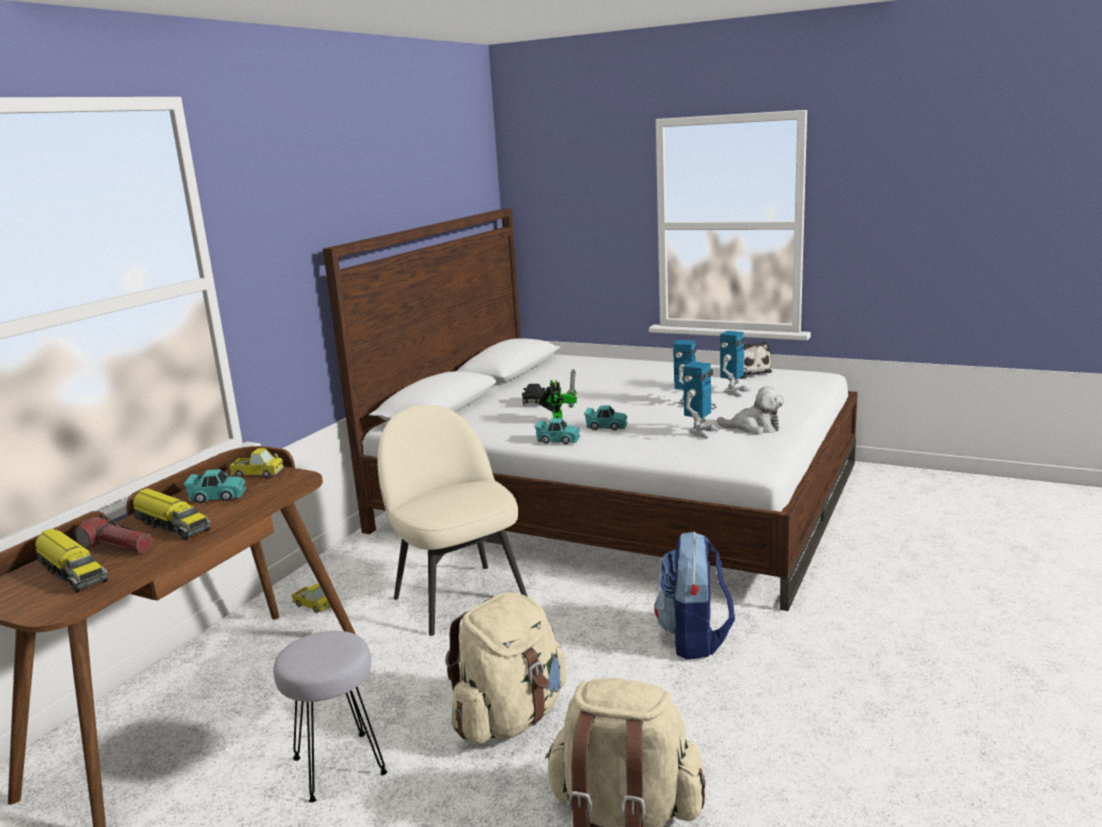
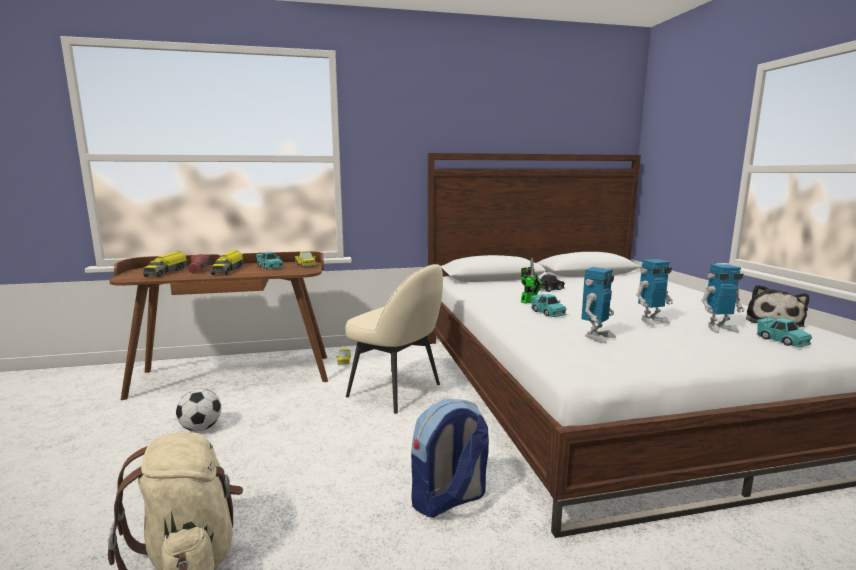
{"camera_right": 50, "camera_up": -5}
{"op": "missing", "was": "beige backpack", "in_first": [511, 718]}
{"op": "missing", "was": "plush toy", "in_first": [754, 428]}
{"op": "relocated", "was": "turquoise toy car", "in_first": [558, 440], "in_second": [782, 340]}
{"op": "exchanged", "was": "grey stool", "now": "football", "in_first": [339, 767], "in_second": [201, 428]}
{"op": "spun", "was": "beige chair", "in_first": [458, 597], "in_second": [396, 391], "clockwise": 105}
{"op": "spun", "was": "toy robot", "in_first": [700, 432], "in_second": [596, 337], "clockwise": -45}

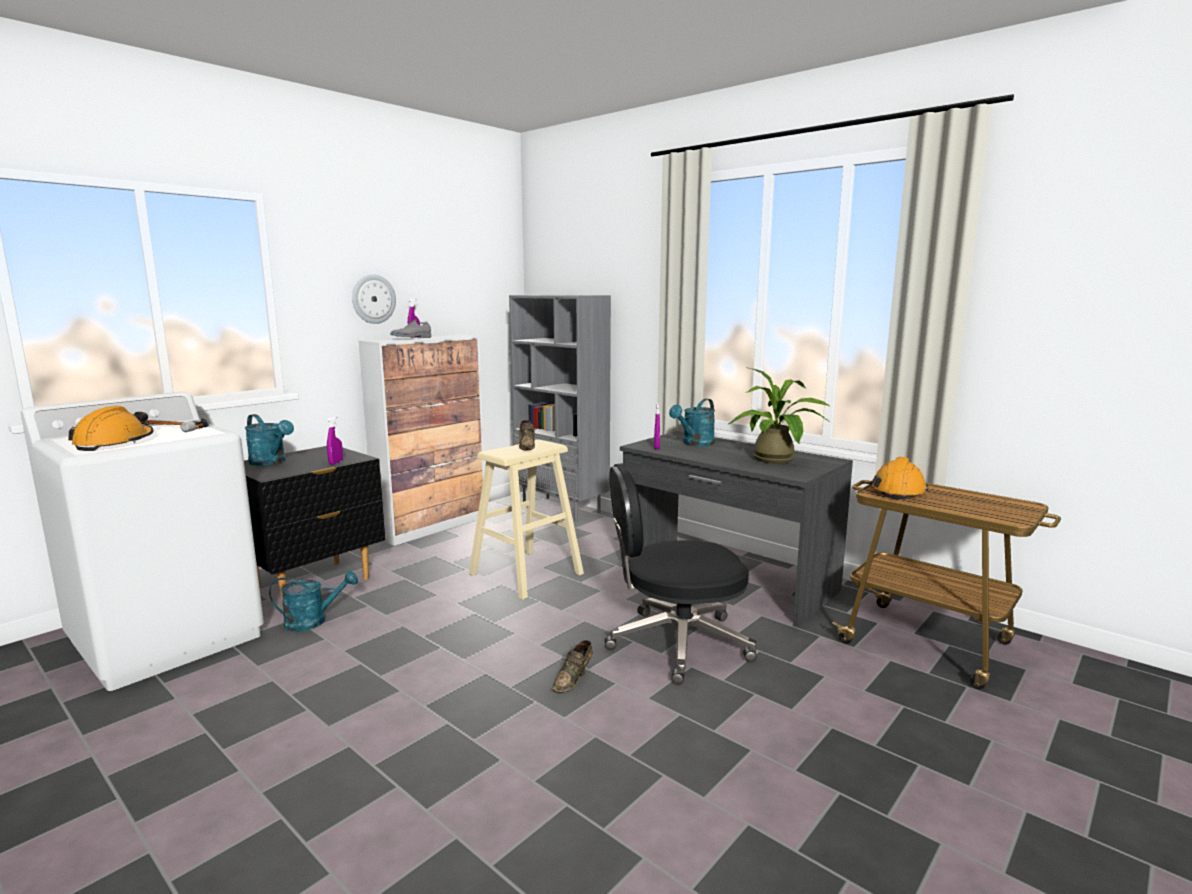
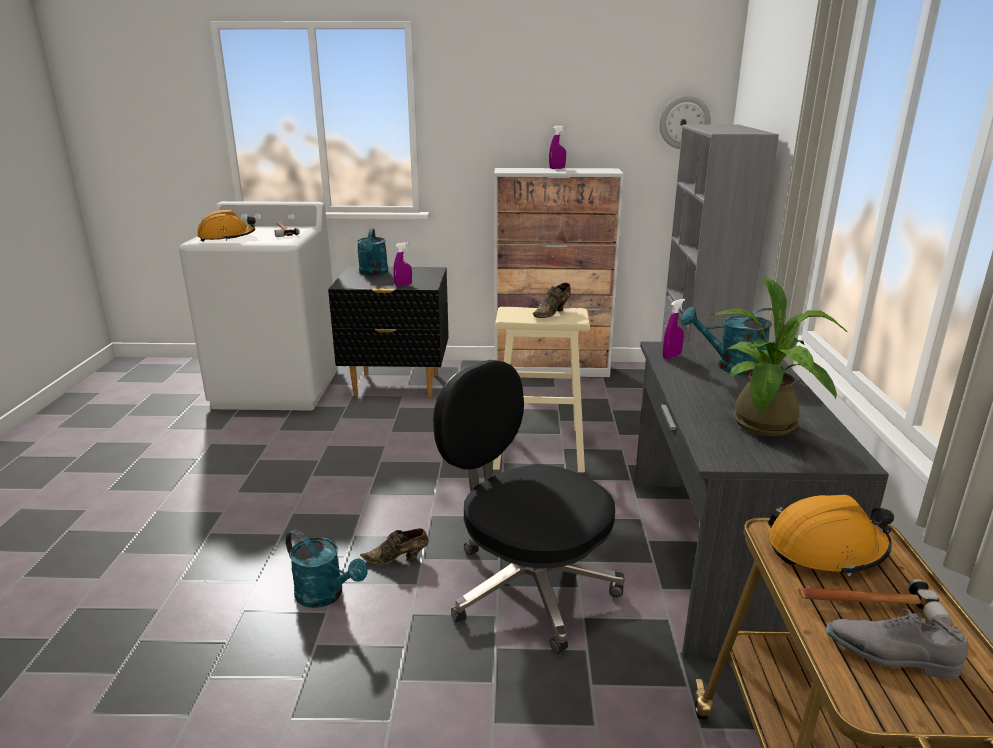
{"camera_right": 50, "camera_up": 10}
{"op": "appeared", "now": "hammer", "in_second": [867, 606]}
{"op": "relocated", "was": "turquoise watering can", "in_first": [313, 621], "in_second": [326, 595]}
{"op": "relocated", "was": "wall clock", "in_first": [373, 299], "in_second": [684, 122]}
{"op": "relocated", "was": "grey shoe", "in_first": [411, 338], "in_second": [890, 656]}

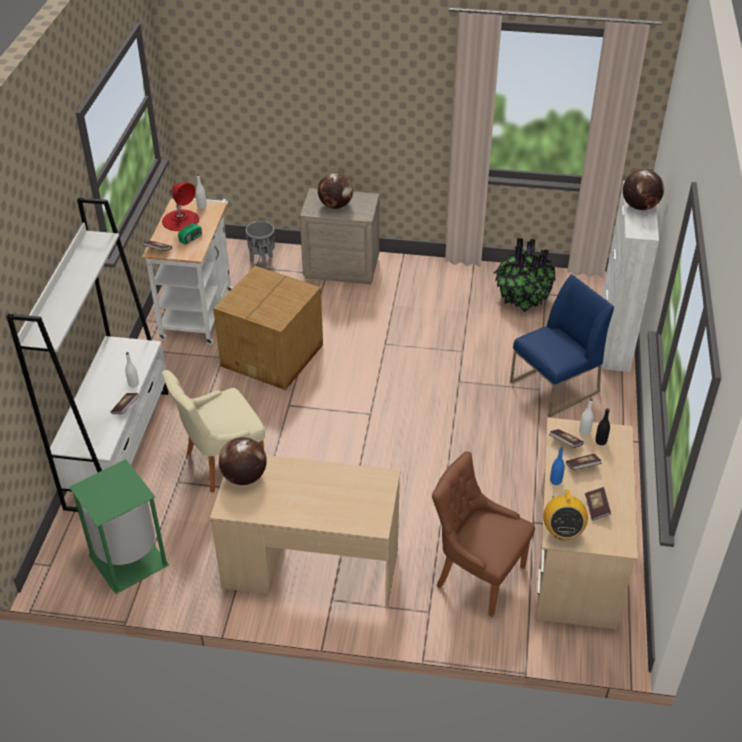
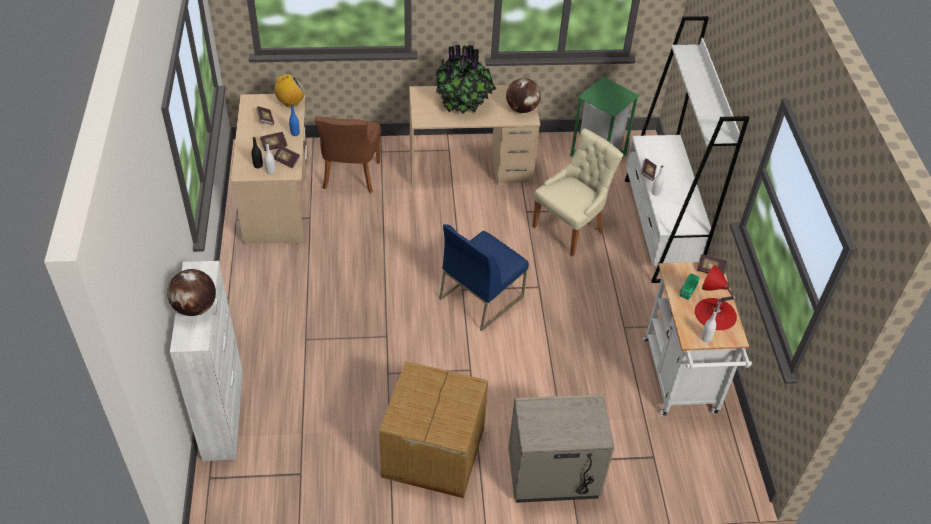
{"camera_right": 165, "camera_up": 5}
{"op": "missing", "was": "grey planter", "in_first": [263, 261]}
{"op": "missing", "was": "globe", "in_first": [335, 205]}
{"op": "relocated", "was": "cardboard box", "in_first": [274, 355], "in_second": [431, 453]}
{"op": "relocated", "was": "potted plant", "in_first": [522, 298], "in_second": [463, 103]}
{"op": "relocated", "was": "blue chair", "in_first": [554, 387], "in_second": [481, 297]}
{"op": "spun", "was": "brown chair", "in_first": [477, 575], "in_second": [350, 177], "clockwise": 75}
{"op": "spun", "was": "radio", "in_first": [562, 531], "in_second": [291, 103], "clockwise": 75}

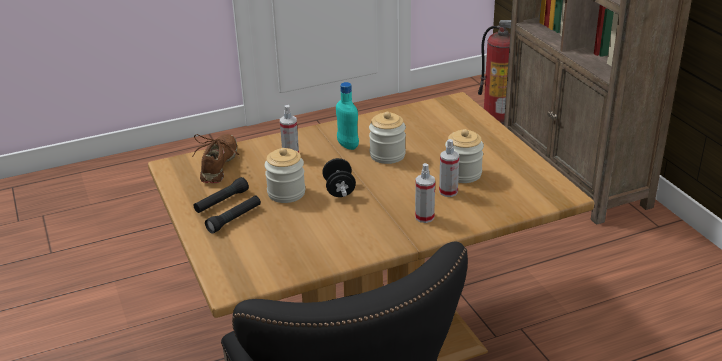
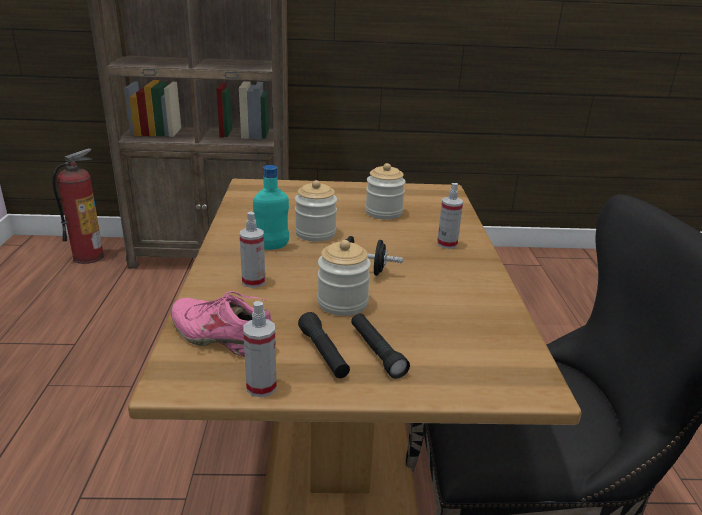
{"camera_right": -70, "camera_up": -5}
{"op": "relocated", "was": "spray bottle", "in_first": [448, 192], "in_second": [261, 387]}
{"op": "colour", "was": "brown shoe", "now": "pink shoe", "in_first": [219, 165], "in_second": [223, 336]}

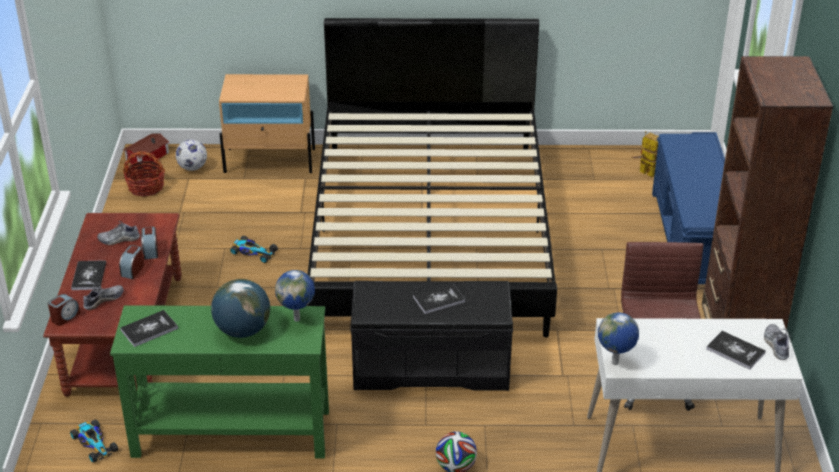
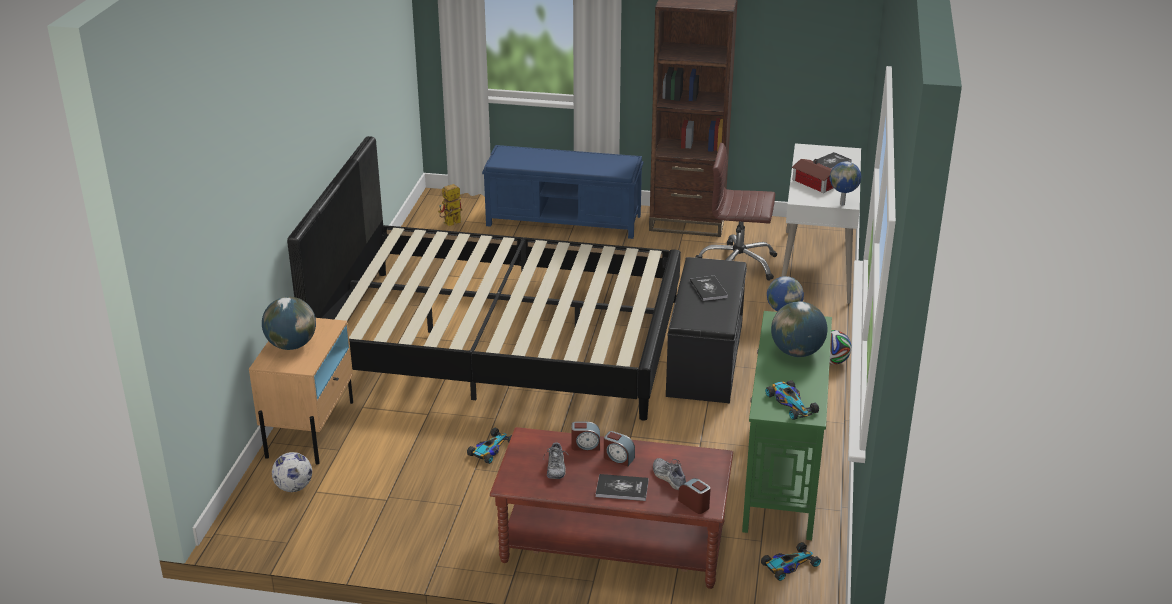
{"camera_right": -80, "camera_up": -5}
{"op": "missing", "was": "basket", "in_first": [146, 187]}
{"op": "missing", "was": "shoe", "in_first": [776, 345]}
{"op": "appeared", "now": "globe", "in_second": [291, 345]}
{"op": "relocated", "was": "toy house", "in_first": [146, 157], "in_second": [815, 183]}
{"op": "exchanged", "was": "book", "now": "toy car", "in_first": [149, 329], "in_second": [790, 403]}

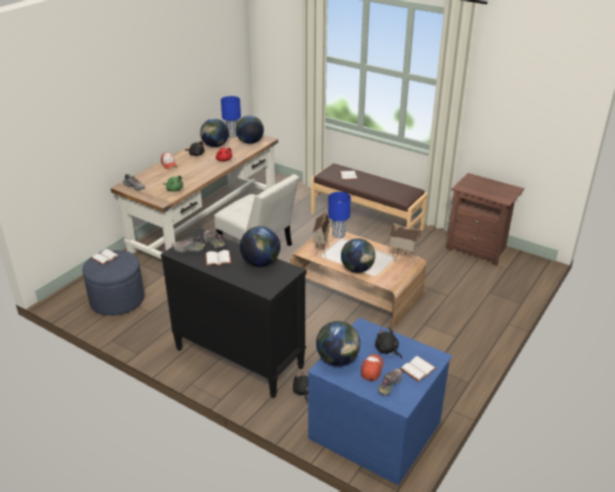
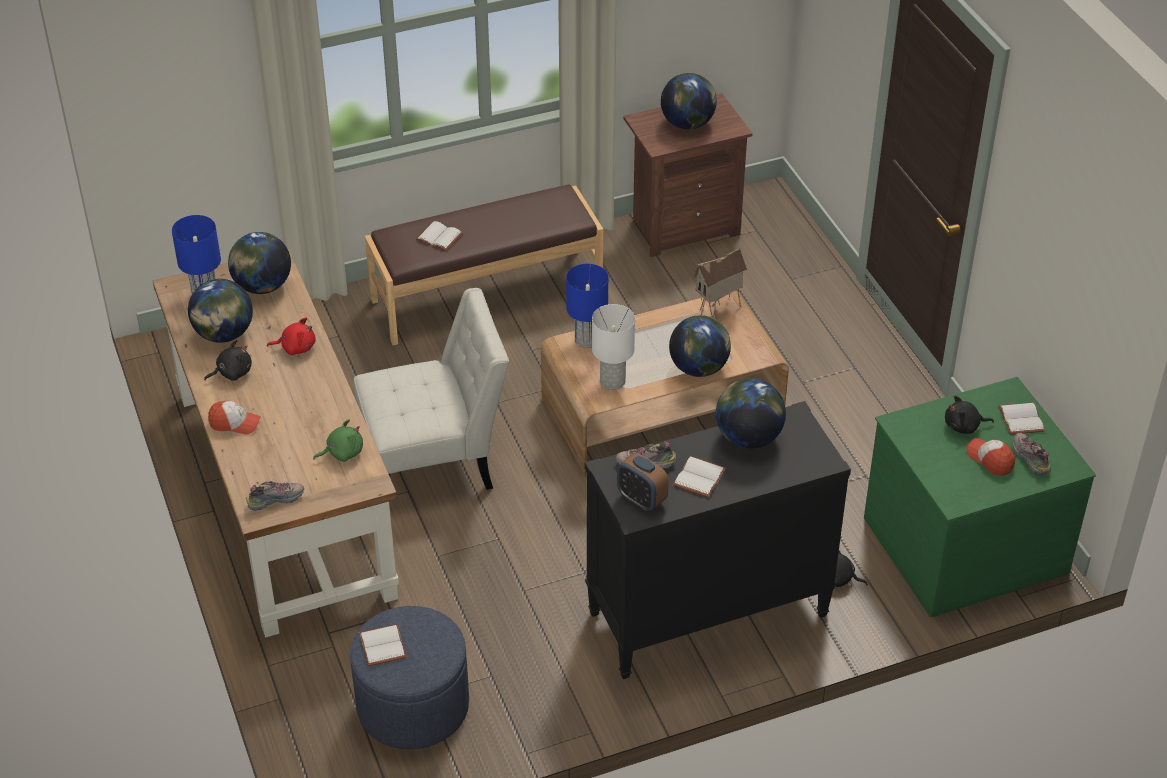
{"camera_right": -55, "camera_up": 10}
{"op": "relocated", "was": "globe", "in_first": [338, 359], "in_second": [688, 123]}
{"op": "exchanged", "was": "shoe", "now": "alarm clock", "in_first": [188, 249], "in_second": [641, 499]}
{"op": "exchanged", "was": "toy house", "now": "white table lamp", "in_first": [320, 250], "in_second": [611, 381]}
{"op": "colour", "was": "blue dresser", "now": "green dresser", "in_first": [376, 429], "in_second": [963, 543]}

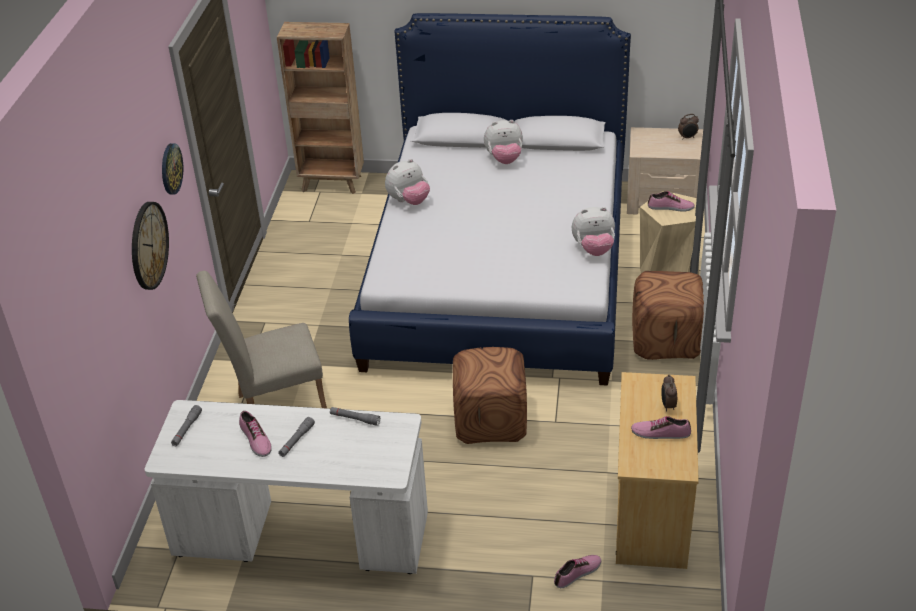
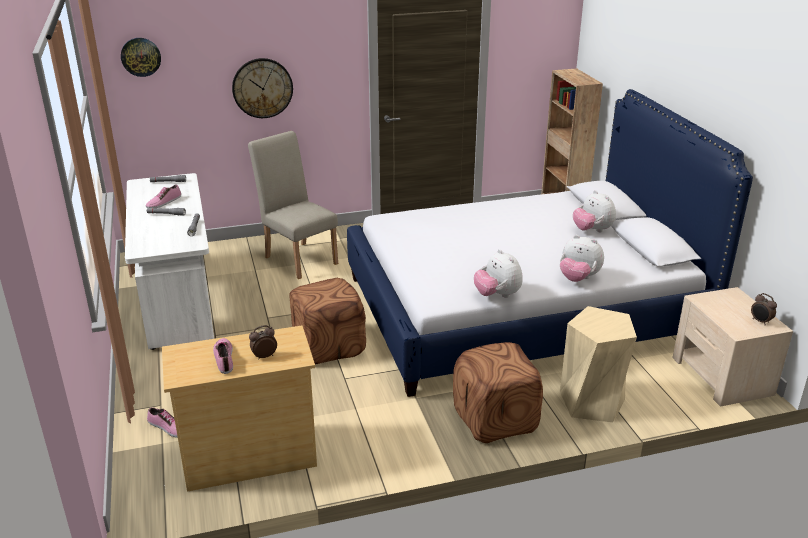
{"camera_right": 65, "camera_up": -10}
{"op": "missing", "was": "shoe", "in_first": [670, 207]}
{"op": "relocated", "was": "wall clock", "in_first": [170, 169], "in_second": [141, 57]}
{"op": "relocated", "was": "plush toy", "in_first": [409, 201], "in_second": [578, 278]}

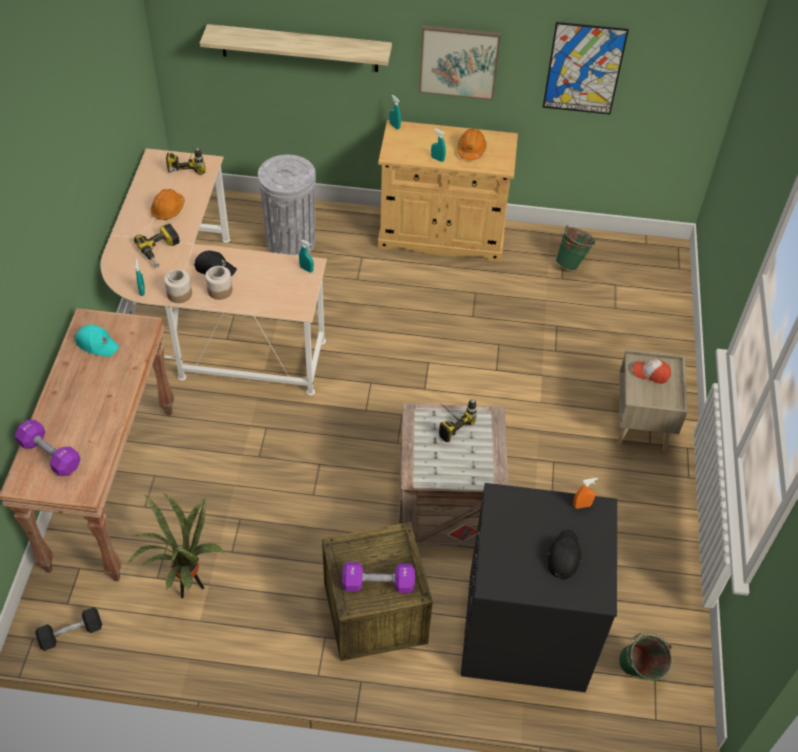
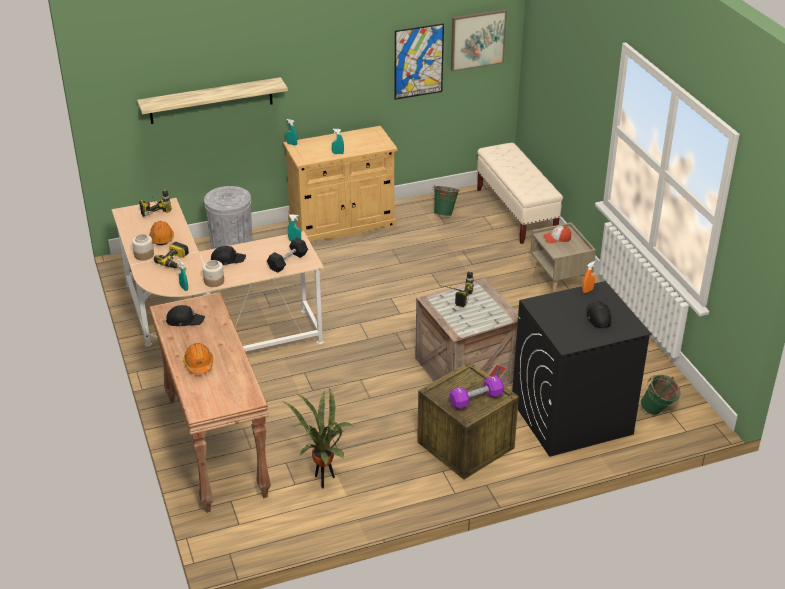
{"camera_right": -25, "camera_up": -15}
{"op": "missing", "was": "purple dumbbell", "in_first": [50, 455]}
{"op": "appeared", "now": "beige bench", "in_second": [516, 213]}
{"op": "relocated", "was": "black dumbbell", "in_first": [71, 633], "in_second": [288, 261]}
{"op": "relocated", "was": "jar", "in_first": [219, 290], "in_second": [143, 255]}
{"op": "relocated", "was": "picture", "in_first": [459, 61], "in_second": [477, 39]}
{"op": "relocated", "was": "orange hard hat", "in_first": [471, 150], "in_second": [199, 364]}
{"op": "colour", "was": "turquoise cap", "now": "black cap", "in_first": [97, 344], "in_second": [184, 320]}

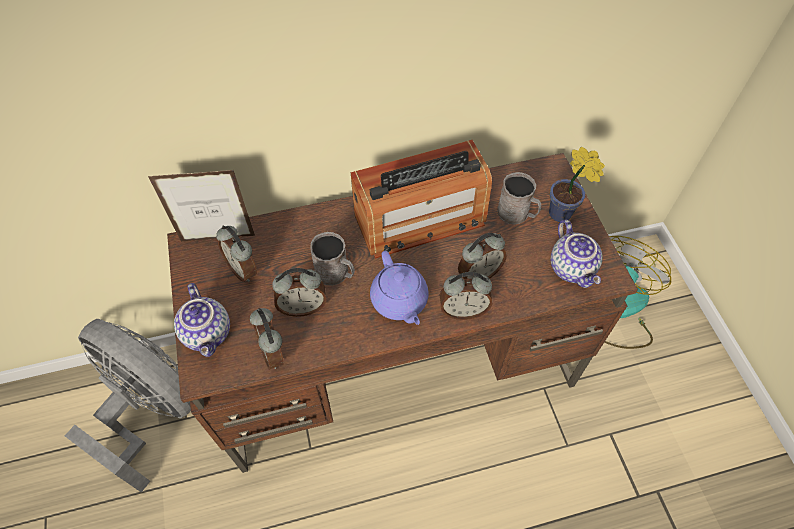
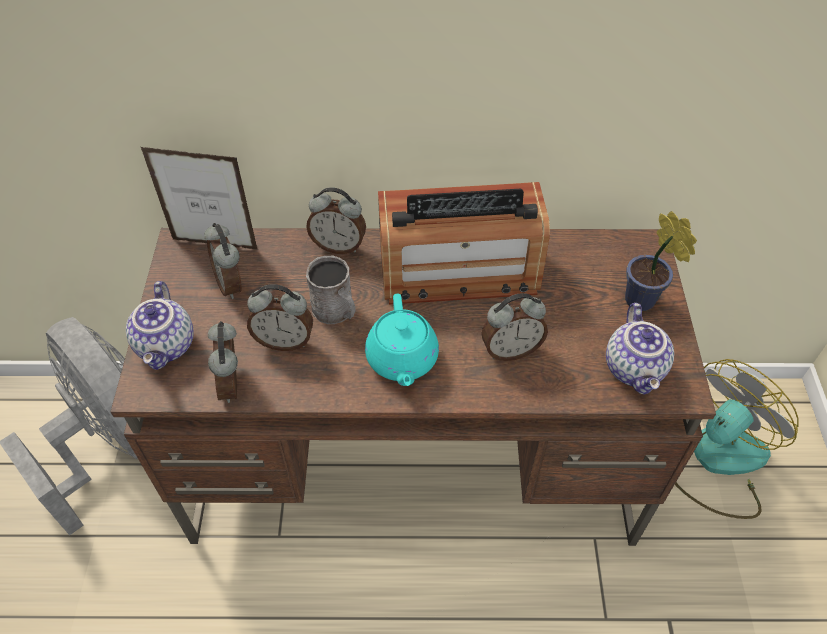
{"camera_right": 15, "camera_up": -5}
{"op": "missing", "was": "grey mug", "in_first": [517, 214]}
{"op": "relocated", "was": "alarm clock", "in_first": [463, 310], "in_second": [339, 245]}
{"op": "colour", "was": "purple teapot", "now": "turquoise teapot", "in_first": [399, 301], "in_second": [402, 360]}

